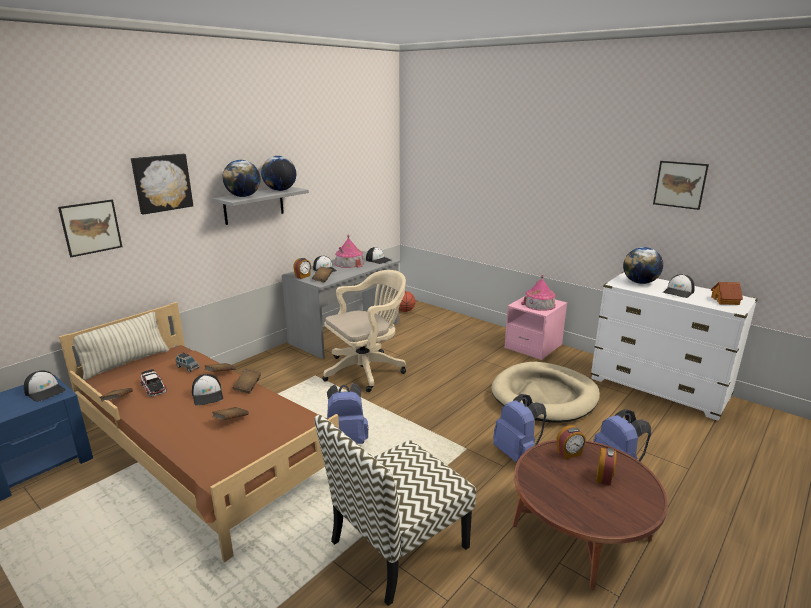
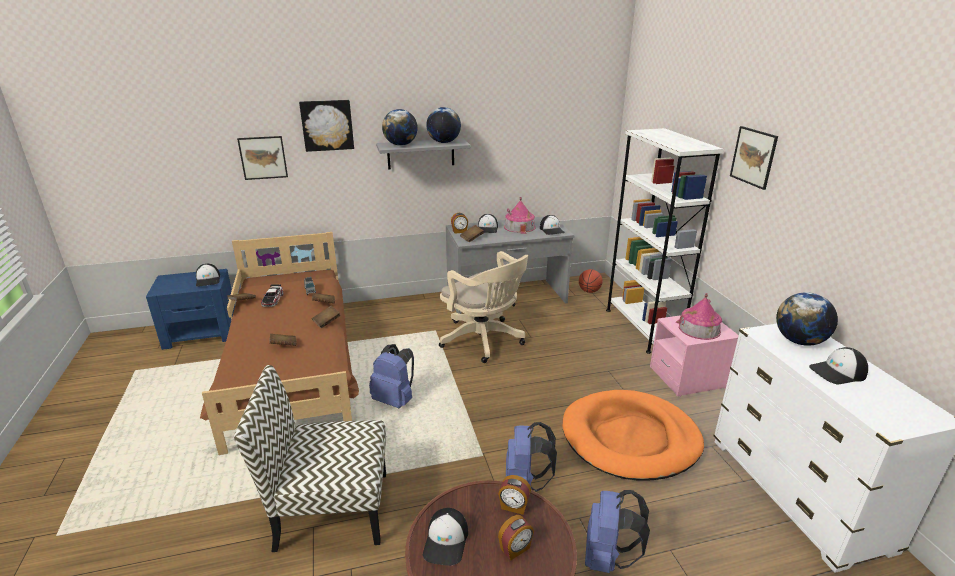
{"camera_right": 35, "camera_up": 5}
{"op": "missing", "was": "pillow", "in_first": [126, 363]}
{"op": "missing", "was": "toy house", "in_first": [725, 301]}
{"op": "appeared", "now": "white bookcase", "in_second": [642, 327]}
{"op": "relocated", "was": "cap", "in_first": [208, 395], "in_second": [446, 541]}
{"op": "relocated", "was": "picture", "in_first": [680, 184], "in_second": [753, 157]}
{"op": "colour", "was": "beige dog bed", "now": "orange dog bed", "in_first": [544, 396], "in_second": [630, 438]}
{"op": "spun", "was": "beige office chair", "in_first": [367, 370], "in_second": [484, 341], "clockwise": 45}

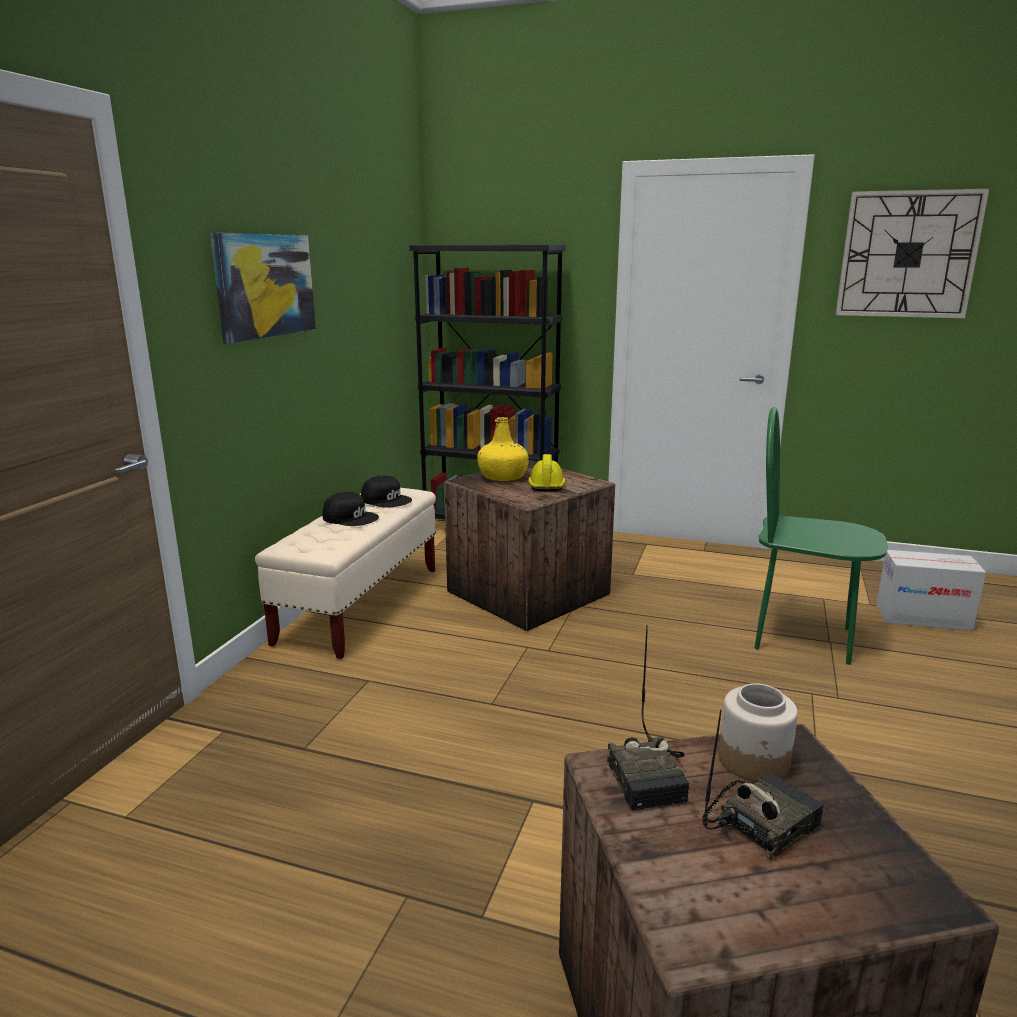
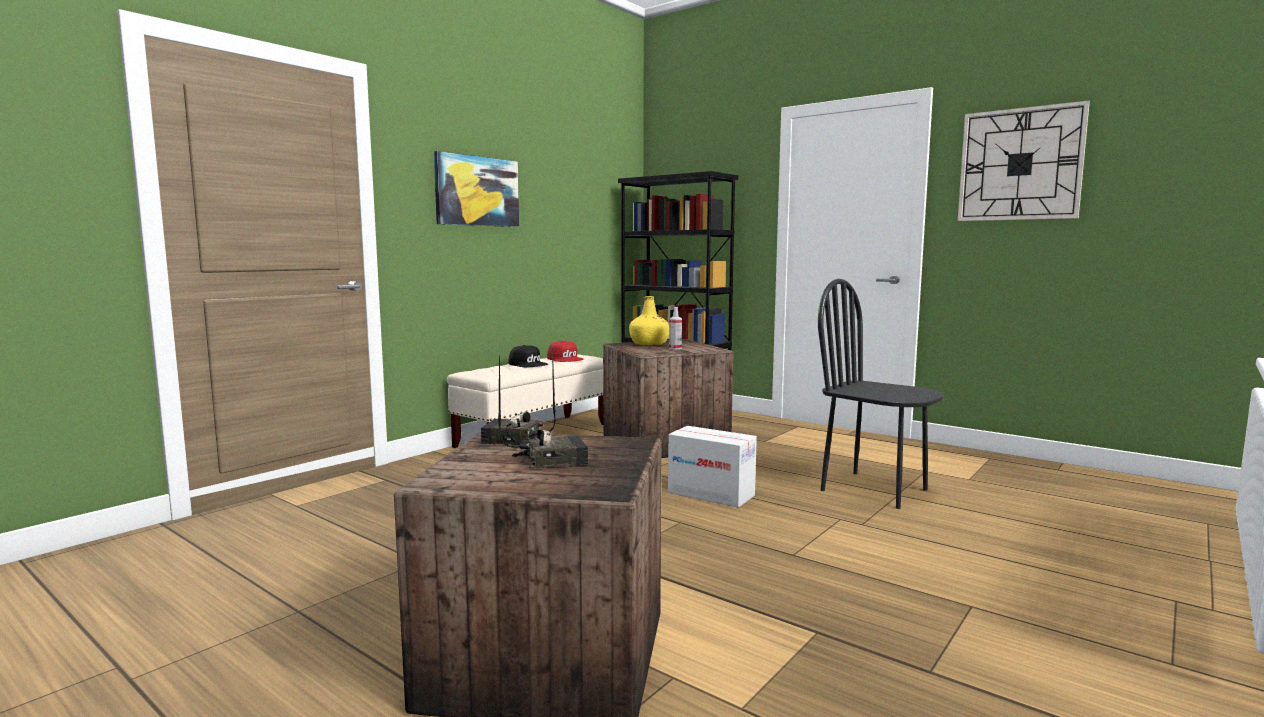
{"camera_right": 20, "camera_up": -10}
{"op": "missing", "was": "jar", "in_first": [754, 761]}
{"op": "relocated", "was": "cardboard box", "in_first": [923, 617], "in_second": [711, 494]}
{"op": "exchanged", "was": "yellow hard hat", "now": "spray bottle", "in_first": [546, 485], "in_second": [675, 348]}
{"op": "colour", "was": "black cap", "now": "red cap", "in_first": [386, 500], "in_second": [565, 359]}
{"op": "colour", "was": "green chair", "now": "black chair", "in_first": [803, 637], "in_second": [874, 489]}
{"op": "spun", "was": "radio", "in_first": [650, 779], "in_second": [513, 442], "clockwise": 90}

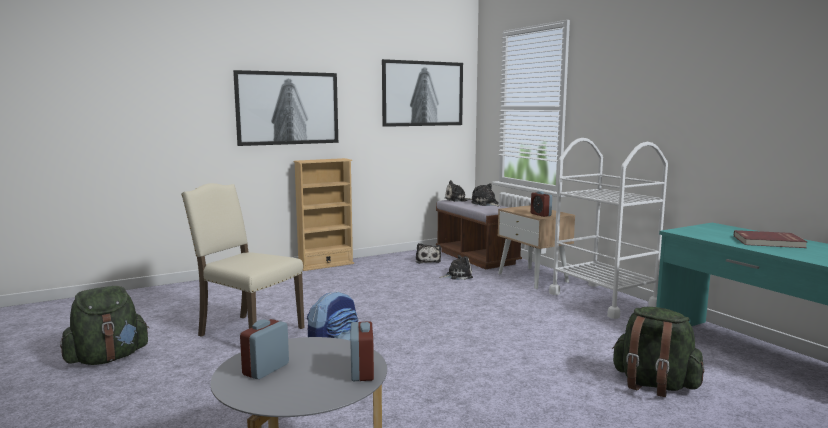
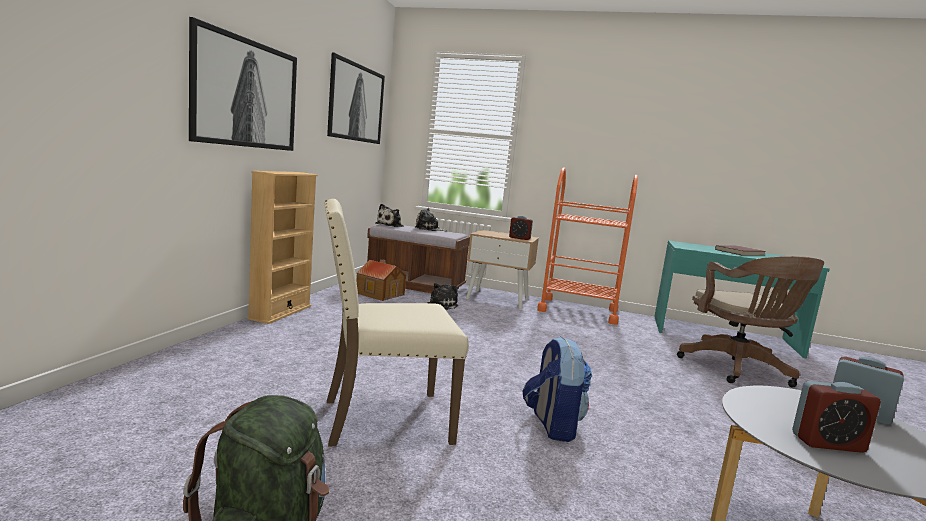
{"camera_right": -45, "camera_up": 0}
{"op": "exchanged", "was": "plush toy", "now": "toy house", "in_first": [427, 261], "in_second": [380, 293]}
{"op": "exchanged", "was": "green backpack", "now": "brown office chair", "in_first": [654, 385], "in_second": [738, 369]}
{"op": "colour", "was": "white cart", "now": "orange cart", "in_first": [602, 300], "in_second": [578, 310]}
{"op": "spun", "was": "alarm clock", "in_first": [266, 369], "in_second": [828, 443], "clockwise": -75}

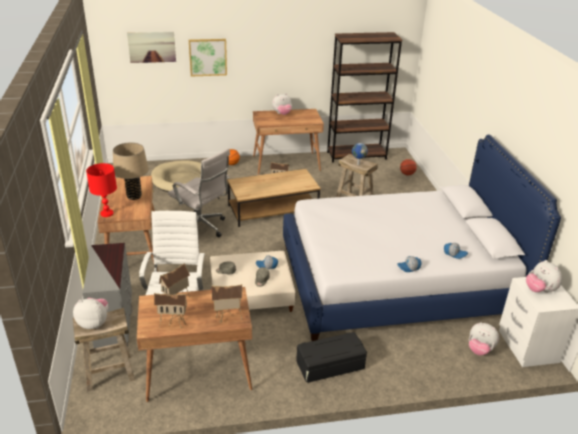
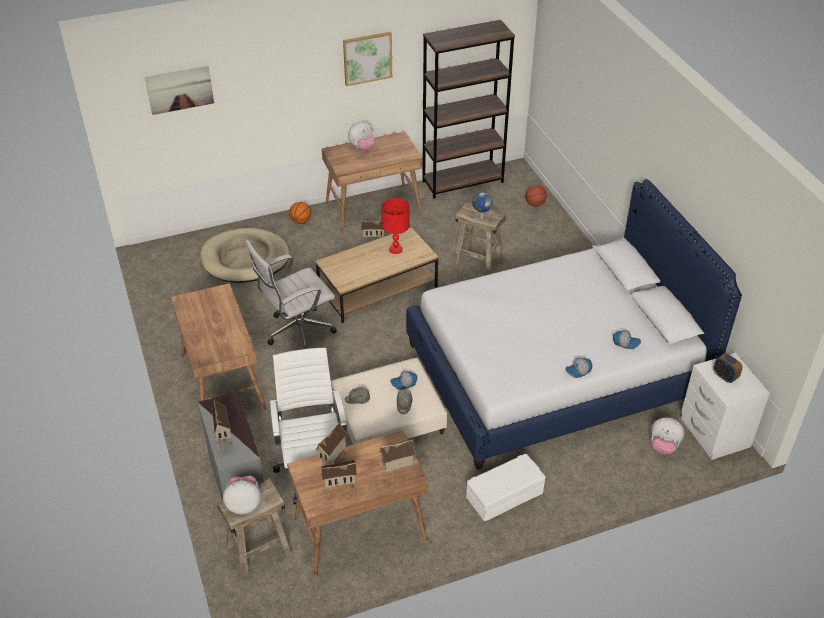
{"camera_right": -10, "camera_up": 10}
{"op": "missing", "was": "beige table lamp", "in_first": [134, 196]}
{"op": "appeared", "now": "toy house", "in_second": [224, 440]}
{"op": "relocated", "was": "red table lamp", "in_first": [107, 213], "in_second": [395, 249]}
{"op": "relocated", "was": "picture", "in_first": [208, 57], "in_second": [367, 58]}
{"op": "exchanged", "was": "plush toy", "now": "alarm clock", "in_first": [540, 290], "in_second": [725, 376]}
{"op": "colour", "was": "black storage box", "now": "white storage box", "in_first": [330, 366], "in_second": [504, 496]}
{"op": "spun", "was": "white office chair", "in_first": [202, 228], "in_second": [296, 332], "clockwise": 120}

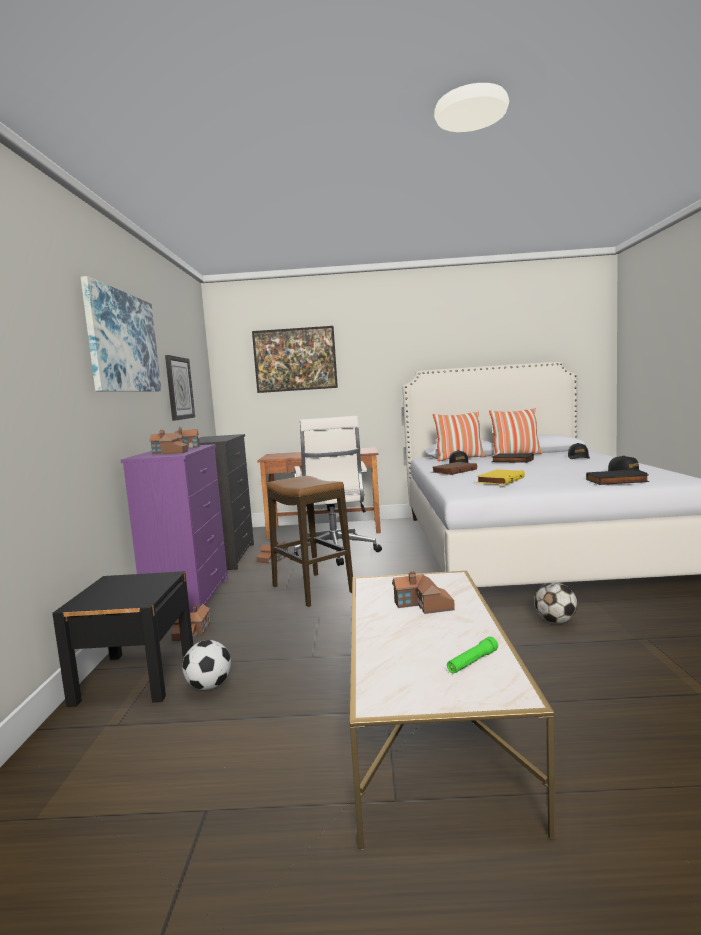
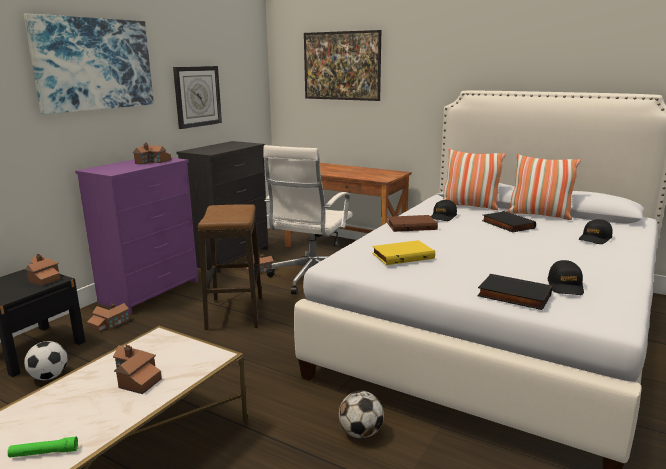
{"camera_right": 30, "camera_up": 10}
{"op": "relocated", "was": "toy house", "in_first": [169, 453], "in_second": [43, 278]}

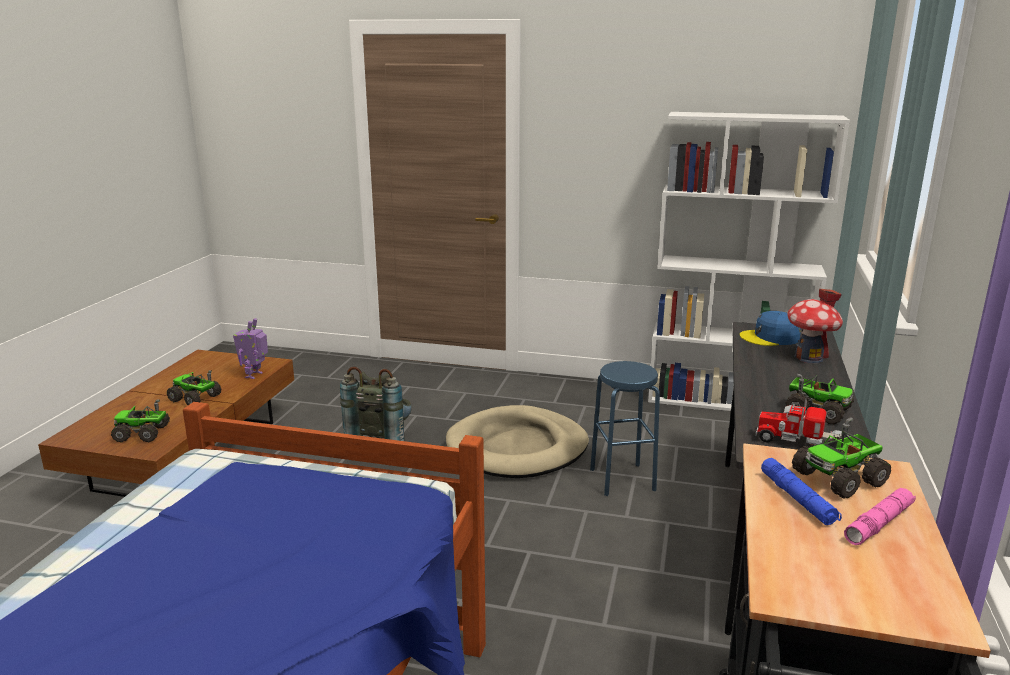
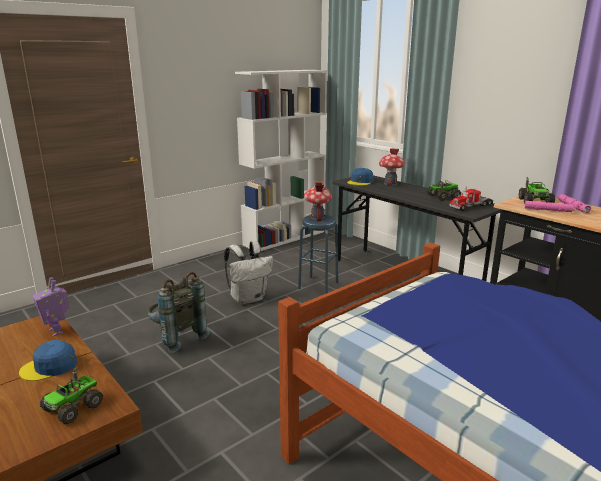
{"camera_right": -55, "camera_up": 0}
{"op": "appeared", "now": "toy house", "in_second": [317, 217]}
{"op": "exchanged", "was": "toy truck", "now": "blue cap", "in_first": [195, 398], "in_second": [50, 367]}
{"op": "exchanged", "was": "beige dog bed", "now": "white backpack", "in_first": [517, 448], "in_second": [248, 298]}
{"op": "colour", "was": "blue flashlight", "now": "pink flashlight", "in_first": [797, 499], "in_second": [548, 210]}

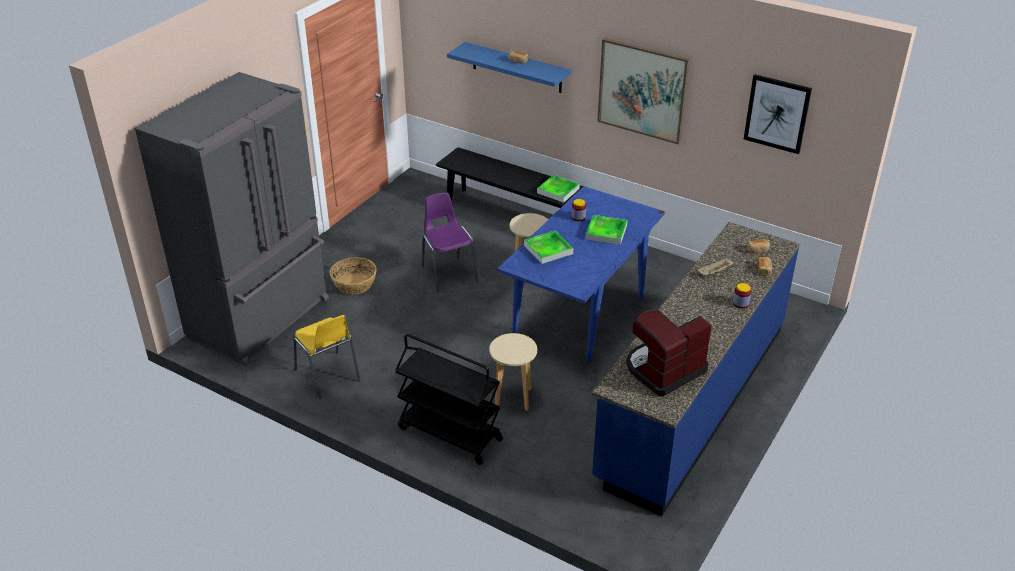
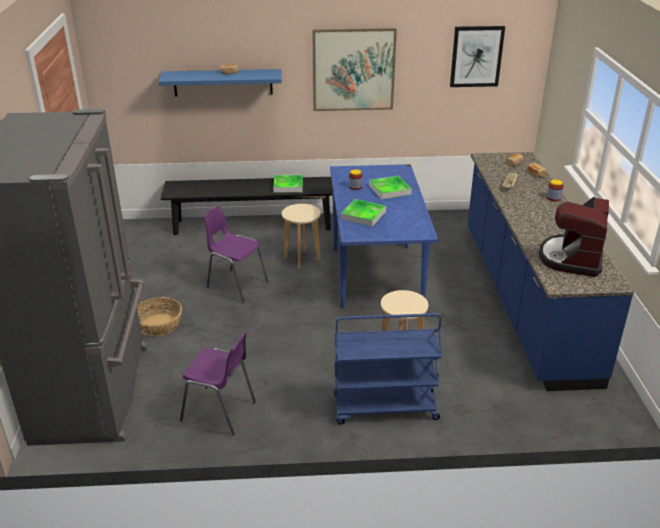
{"camera_right": -35, "camera_up": -5}
{"op": "colour", "was": "yellow chair", "now": "purple chair", "in_first": [328, 376], "in_second": [220, 412]}
{"op": "colour", "was": "black cart", "now": "blue cart", "in_first": [449, 434], "in_second": [384, 408]}

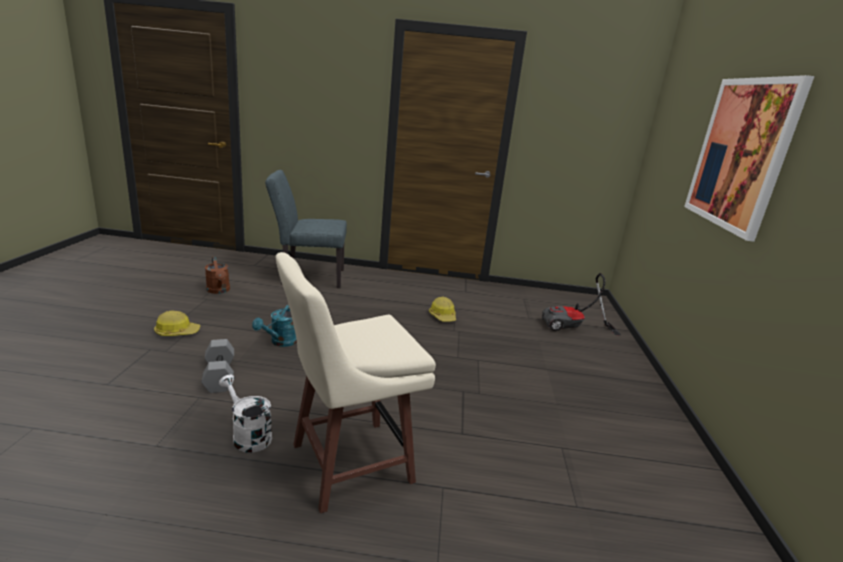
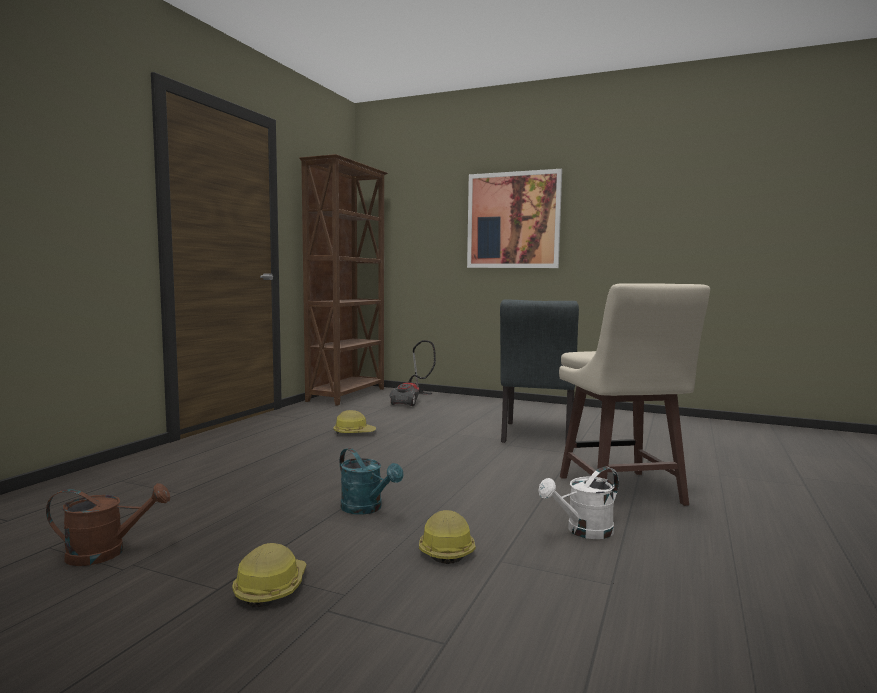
{"camera_right": -70, "camera_up": -15}
{"op": "appeared", "now": "brown bookcase", "in_second": [348, 395]}
{"op": "relocated", "was": "grey chair", "in_first": [307, 276], "in_second": [536, 436]}
{"op": "exchanged", "was": "grey dumbbell", "now": "hard hat", "in_first": [218, 375], "in_second": [445, 549]}

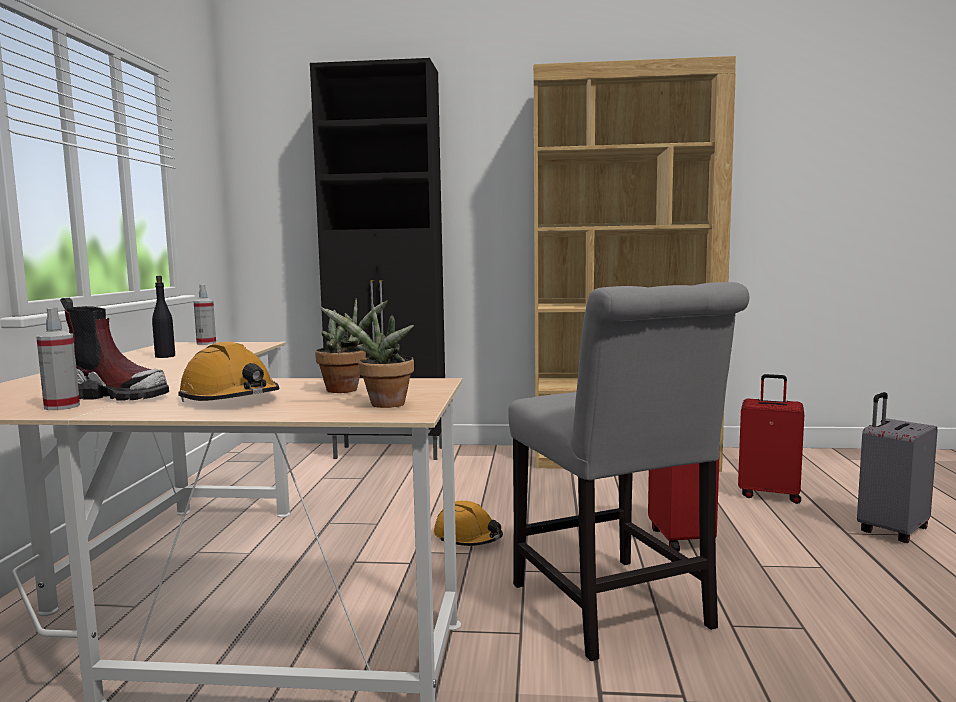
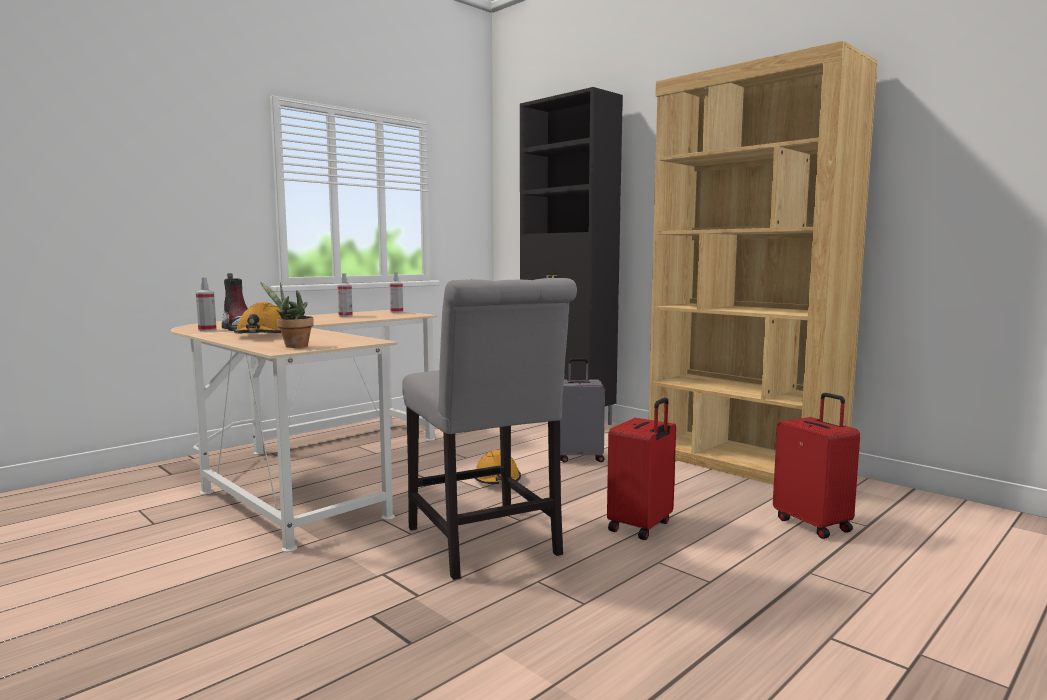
{"camera_right": 40, "camera_up": 0}
{"op": "missing", "was": "potted plant", "in_first": [347, 390]}
{"op": "relocated", "was": "grey suitcase", "in_first": [891, 530], "in_second": [579, 457]}
{"op": "exchanged", "was": "black bottle", "now": "spray bottle", "in_first": [165, 356], "in_second": [345, 316]}
{"op": "spun", "was": "grey chair", "in_first": [615, 611], "in_second": [486, 545], "clockwise": -45}

